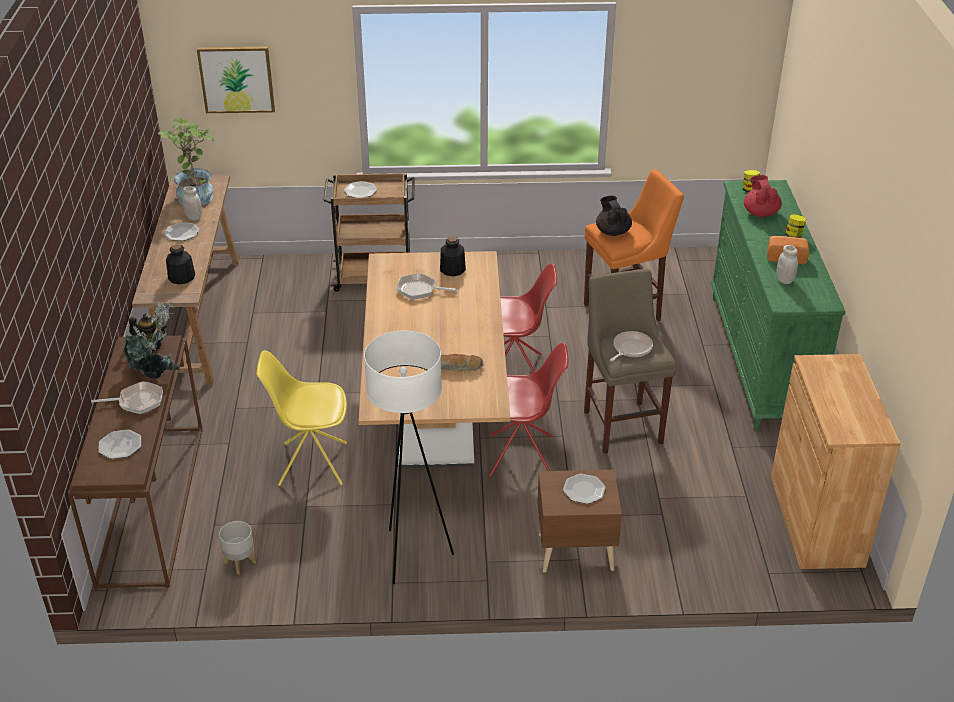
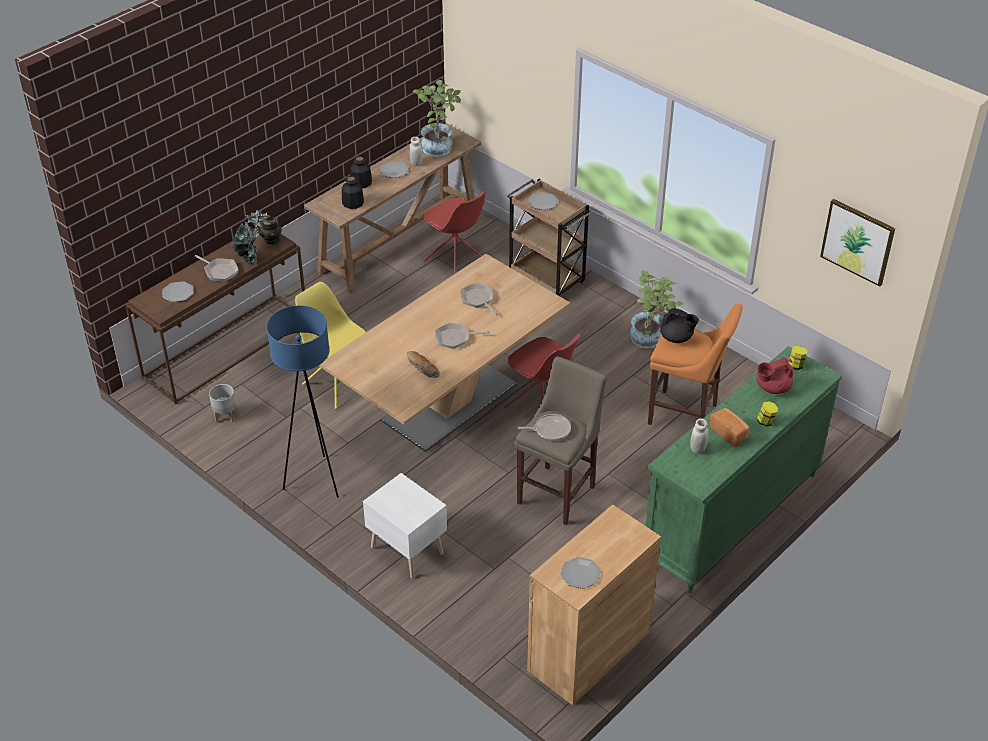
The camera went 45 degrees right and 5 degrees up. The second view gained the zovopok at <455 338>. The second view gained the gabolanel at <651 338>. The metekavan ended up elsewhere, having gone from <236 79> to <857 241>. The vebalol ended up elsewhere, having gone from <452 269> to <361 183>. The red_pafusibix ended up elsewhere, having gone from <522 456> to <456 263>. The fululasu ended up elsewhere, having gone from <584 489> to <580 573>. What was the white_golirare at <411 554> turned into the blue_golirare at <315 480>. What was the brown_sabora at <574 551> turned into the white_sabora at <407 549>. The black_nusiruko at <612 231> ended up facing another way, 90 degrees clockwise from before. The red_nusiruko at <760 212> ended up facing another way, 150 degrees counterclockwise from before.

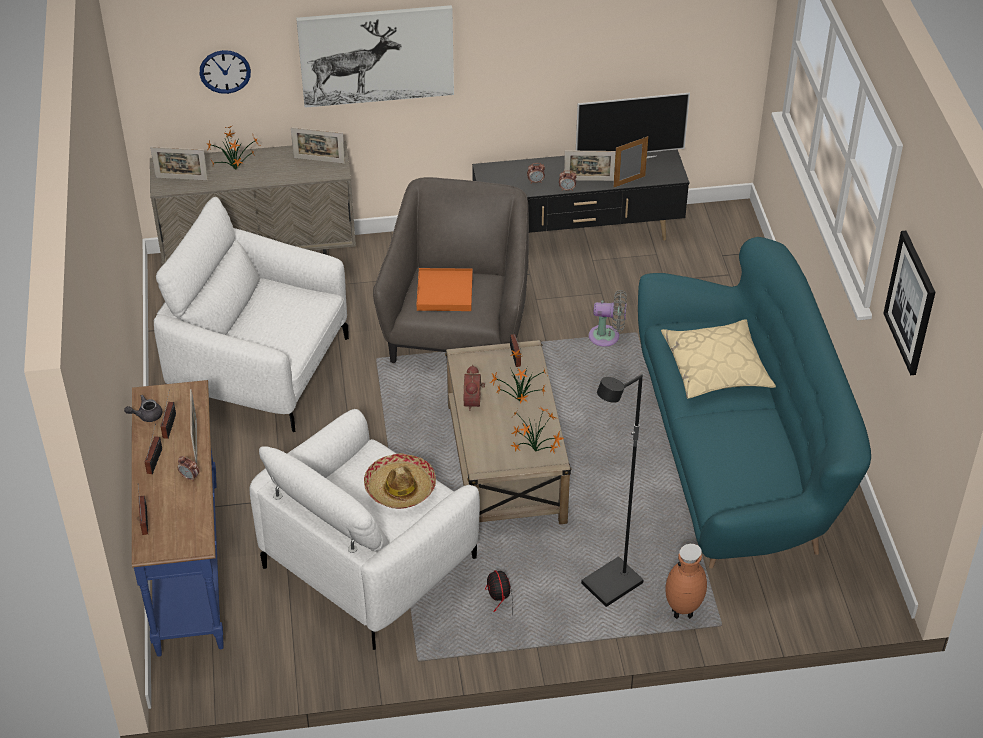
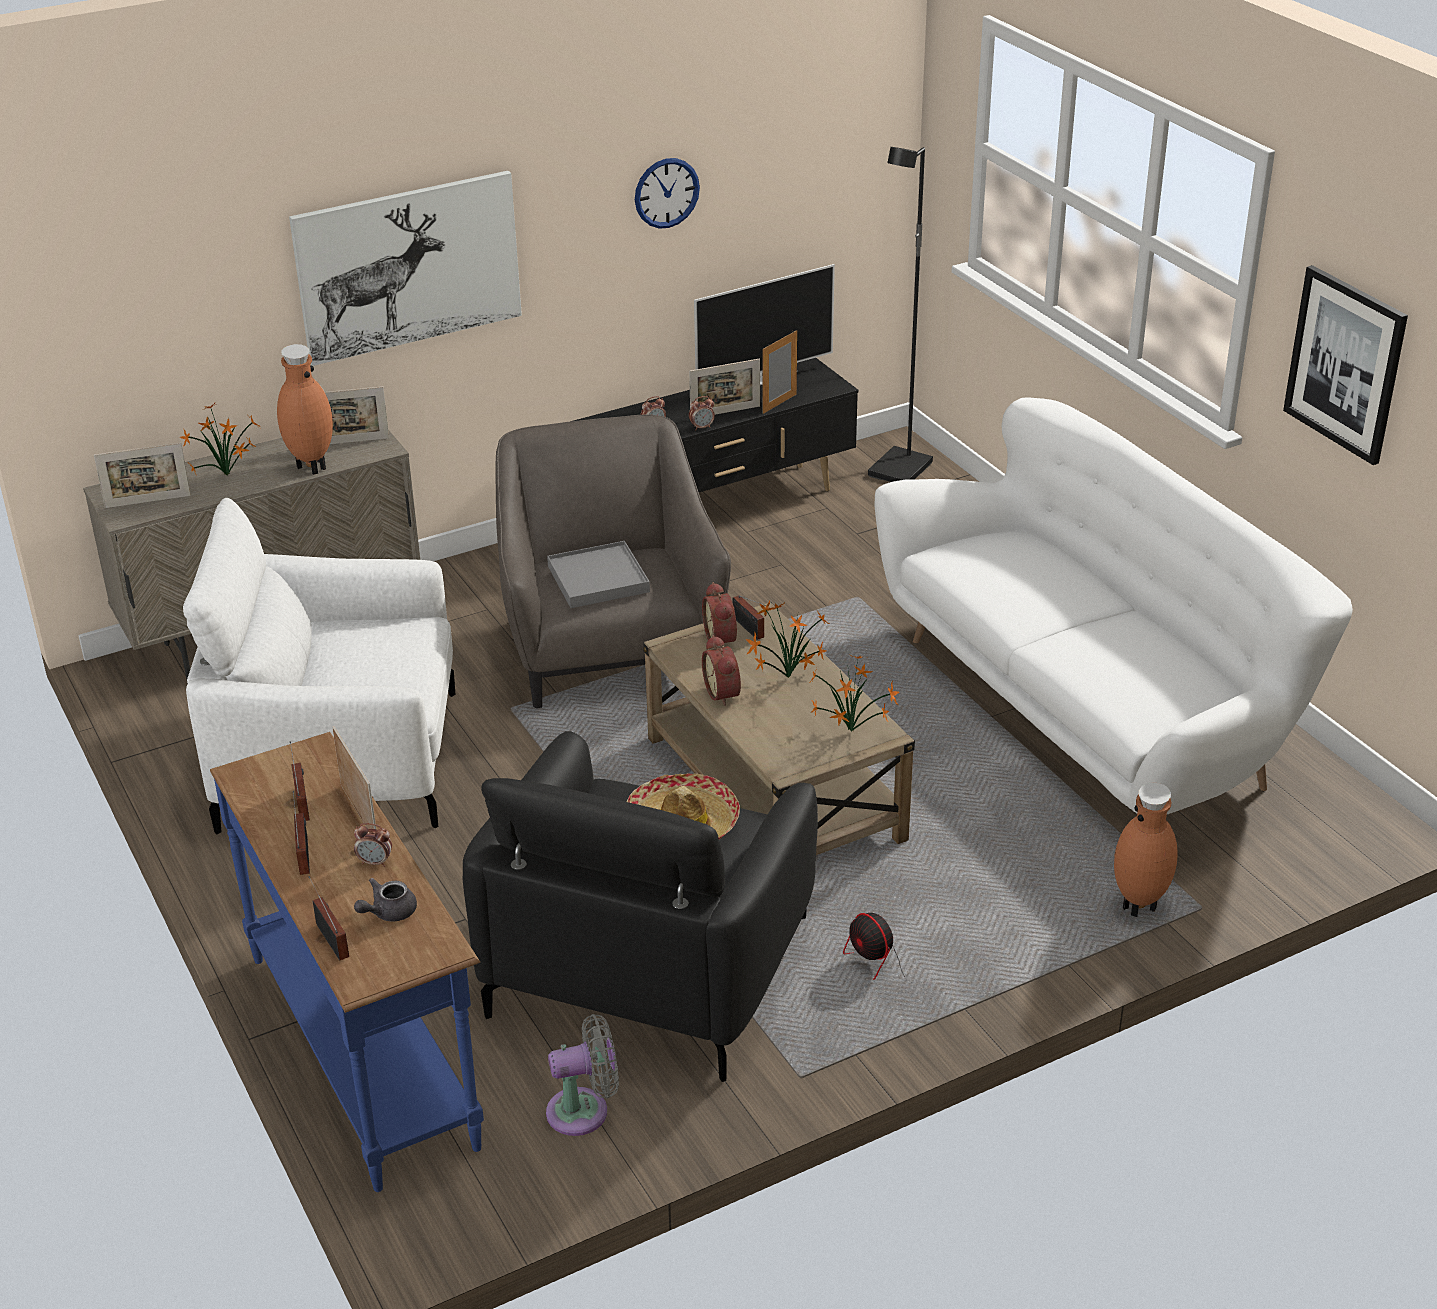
The camera went 20 degrees left and 10 degrees down. The second view lost the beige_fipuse at <716 368>. The second view gained the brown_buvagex at <310 467>. The second view gained the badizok at <722 638>. The grey_nusiruko ended up elsewhere, having gone from <146 415> to <388 912>. The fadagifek ended up elsewhere, having gone from <225 71> to <666 193>. The black_golirare ended up elsewhere, having gone from <612 585> to <901 470>. The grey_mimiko ended up elsewhere, having gone from <607 337> to <584 1111>. What was the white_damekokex at <370 562> turned into the black_damekokex at <649 965>. What was the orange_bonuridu at <445 292> turned into the grey_bonuridu at <598 579>. What was the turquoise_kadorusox at <739 461> turned into the white_kadorusox at <1090 709>.

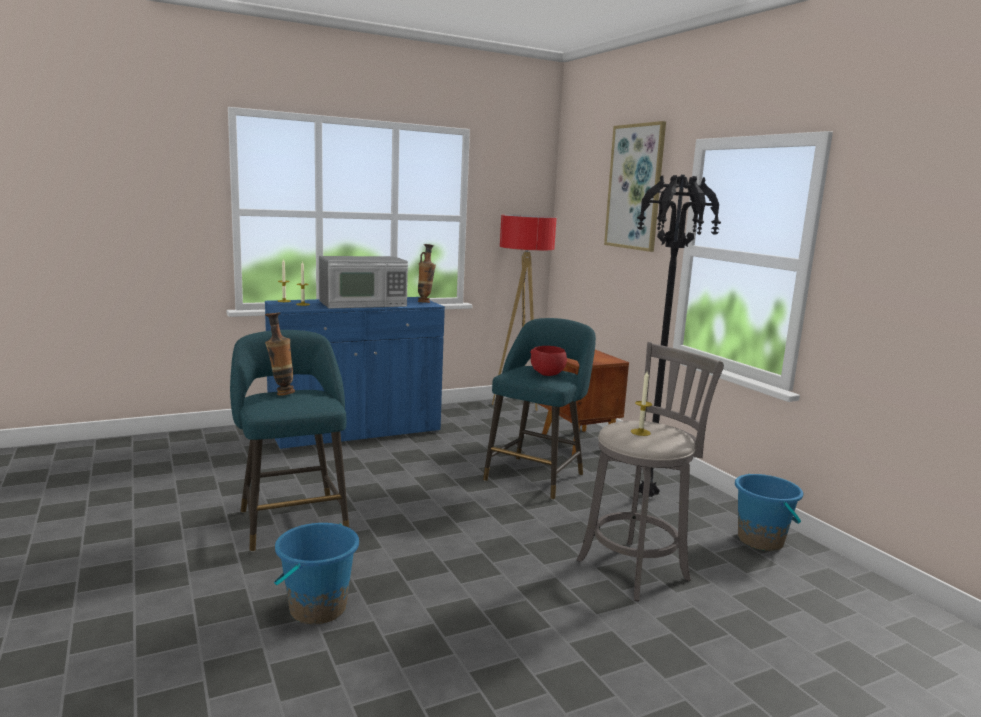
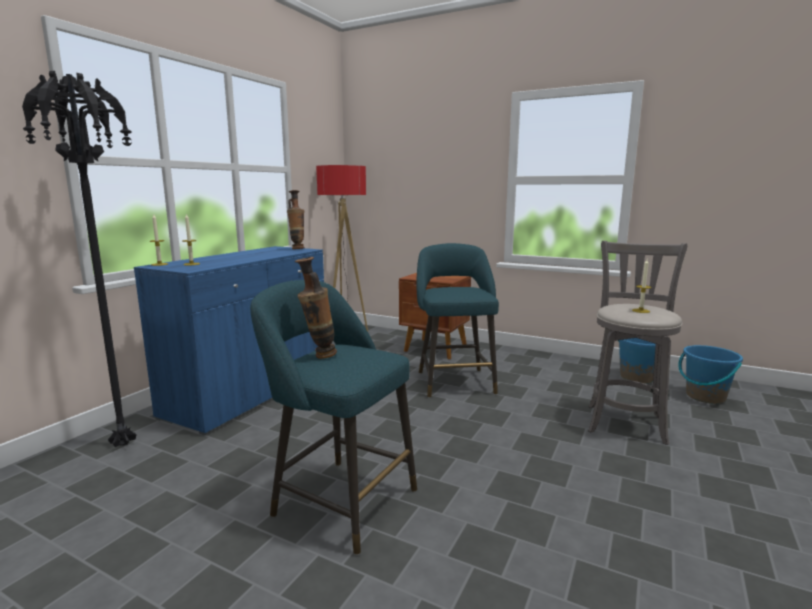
The camera went 35 degrees left and 0 degrees up. The second view lost the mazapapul at <363 304>. The second view lost the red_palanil at <548 374>. The second view lost the metekavan at <635 187>. The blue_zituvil ended up elsewhere, having gone from <317 608> to <705 397>. The black_golirare ended up elsewhere, having gone from <648 496> to <125 444>.

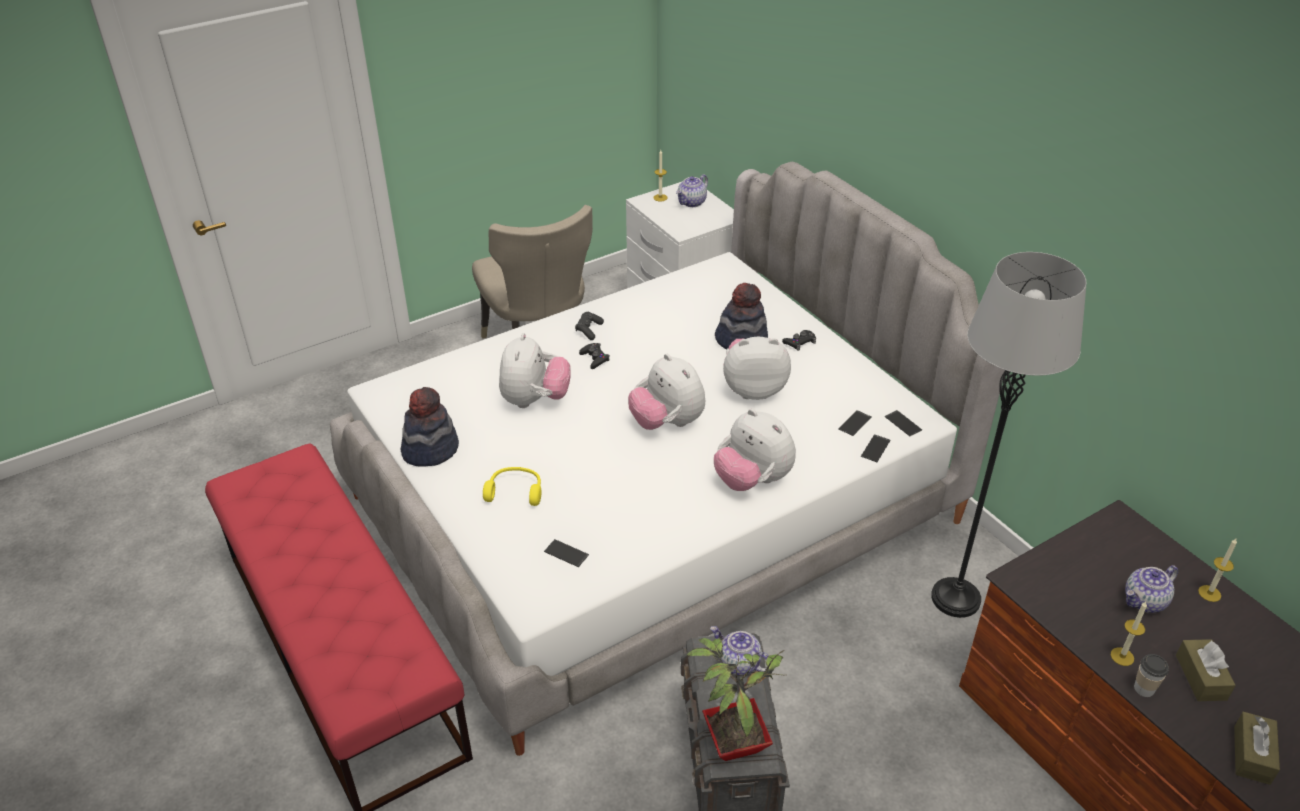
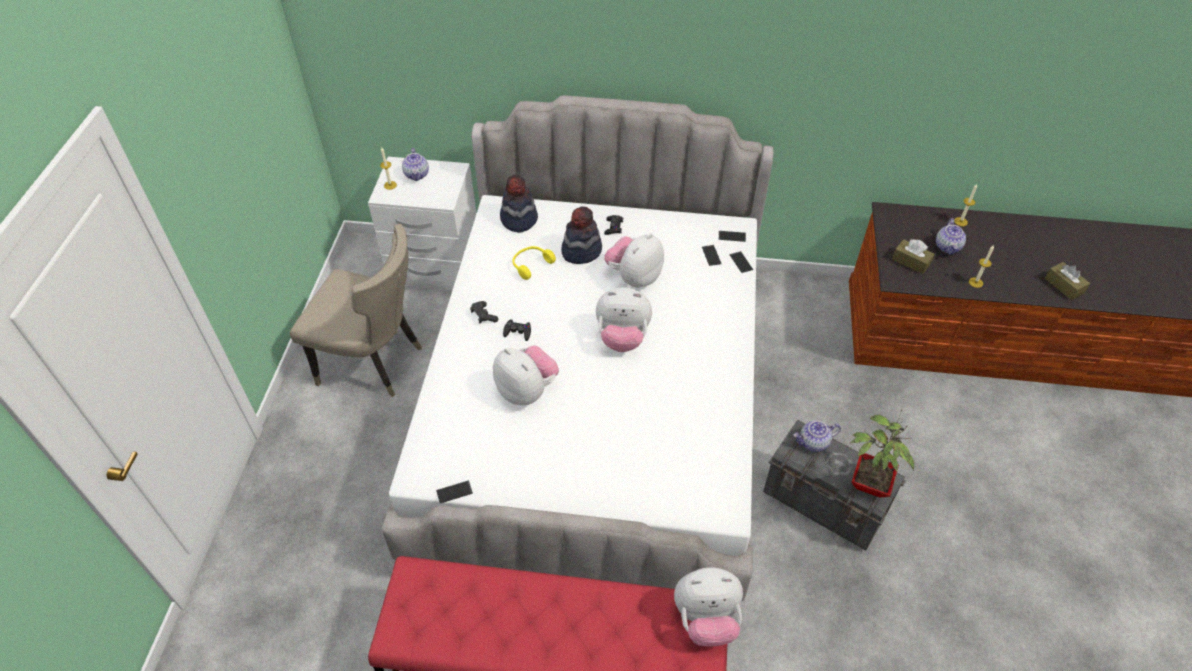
The camera went 50 degrees left and 10 degrees up. The second view lost the grey_golirare at <955 598>. The second view lost the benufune at <1144 688>. The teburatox ended up elsewhere, having gone from <430 449> to <518 219>. The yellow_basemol ended up elsewhere, having gone from <515 491> to <531 265>. The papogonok ended up elsewhere, having gone from <566 553> to <454 492>. The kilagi ended up elsewhere, having gone from <752 480> to <706 619>. The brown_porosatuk ended up elsewhere, having gone from <1201 677> to <911 261>.

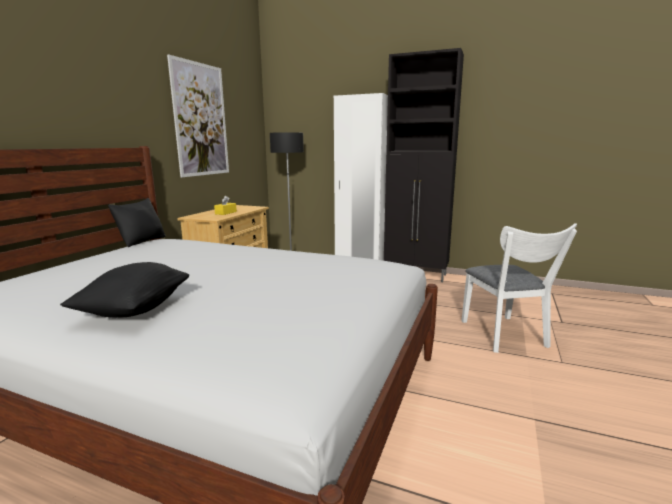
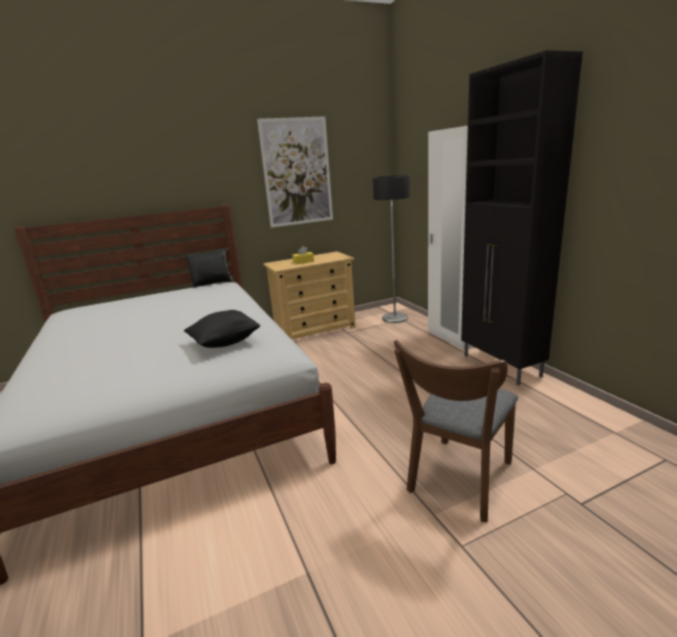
The camera went 45 degrees right and 5 degrees up. The black_fipuse ended up elsewhere, having gone from <134 310> to <225 342>. What was the white_pafusibix at <506 336> turned into the brown_pafusibix at <458 481>.

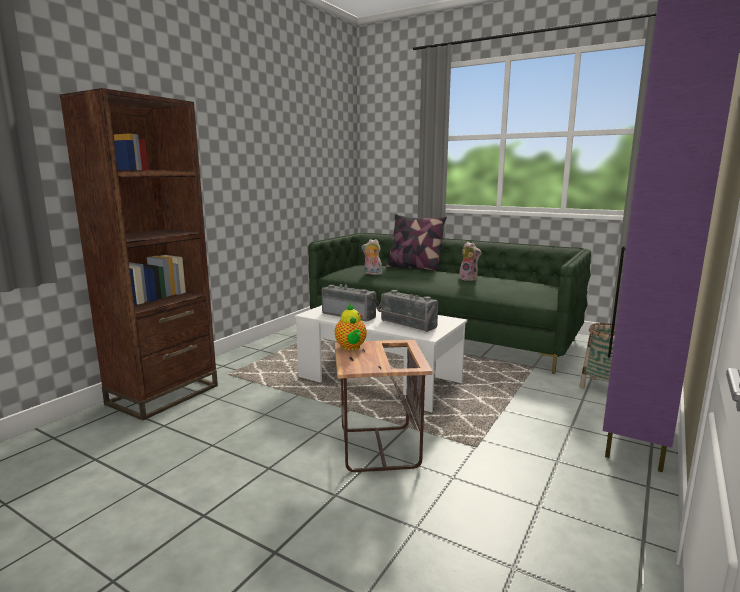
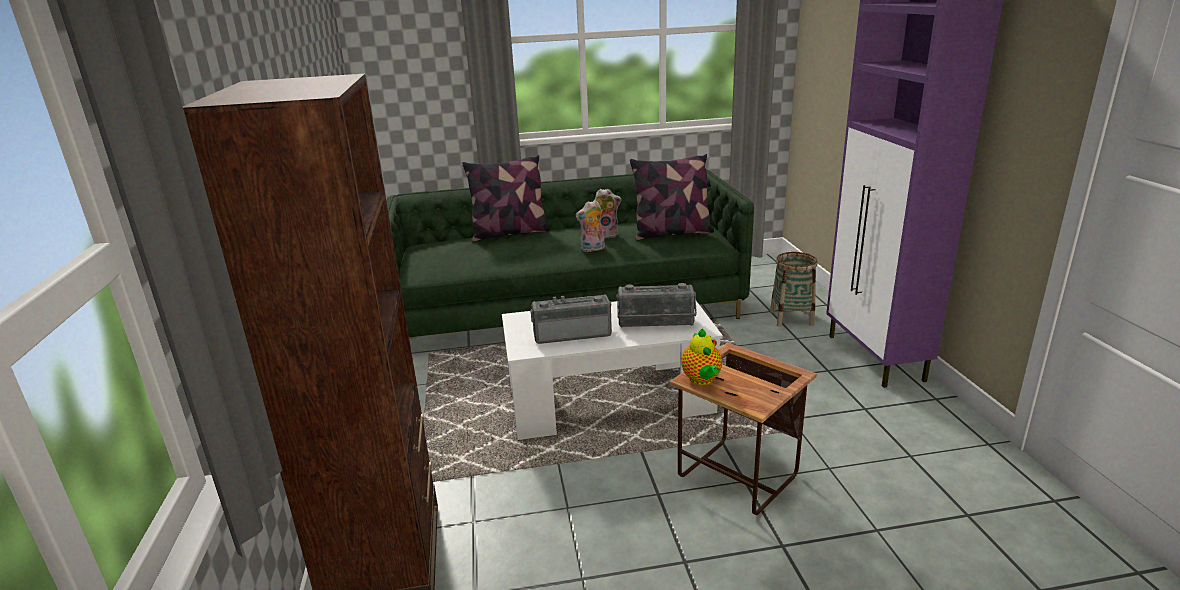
The camera went 40 degrees left and 10 degrees up. The second view gained the fipuse at <672 233>. The kilagi ended up elsewhere, having gone from <372 274> to <592 249>. The nusiruko at <351 347> ended up facing another way, 45 degrees clockwise from before.

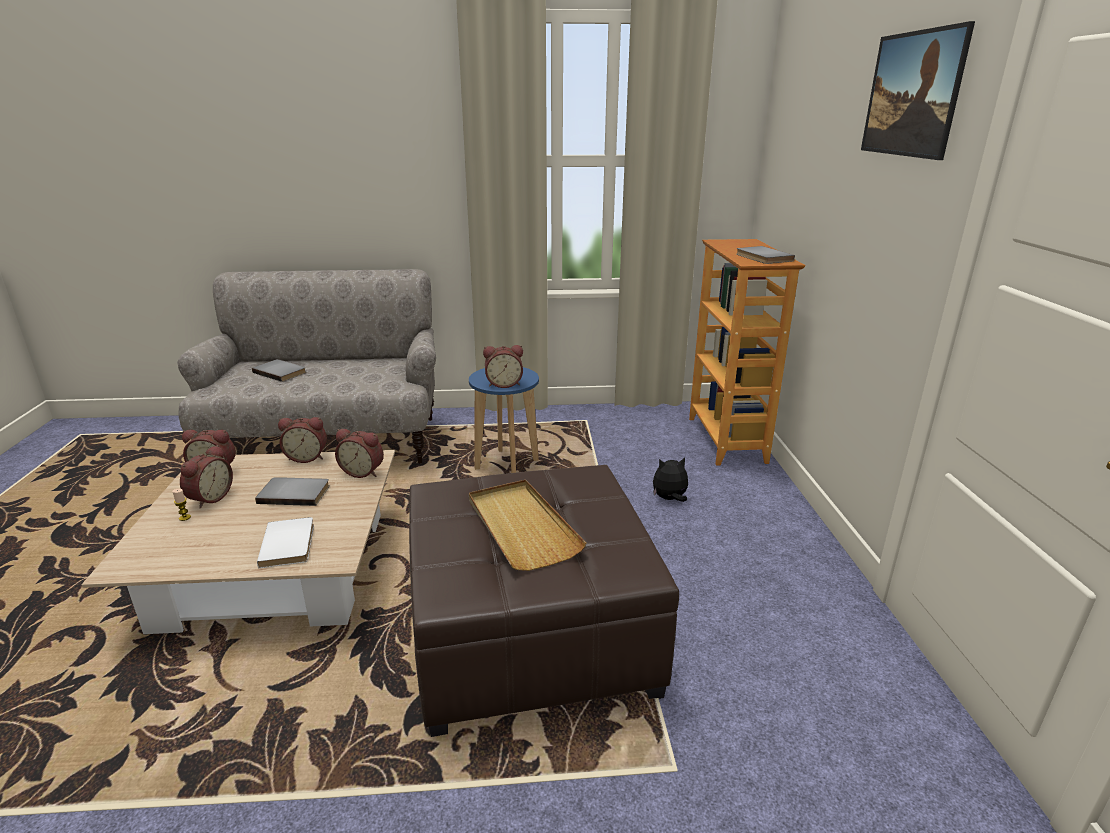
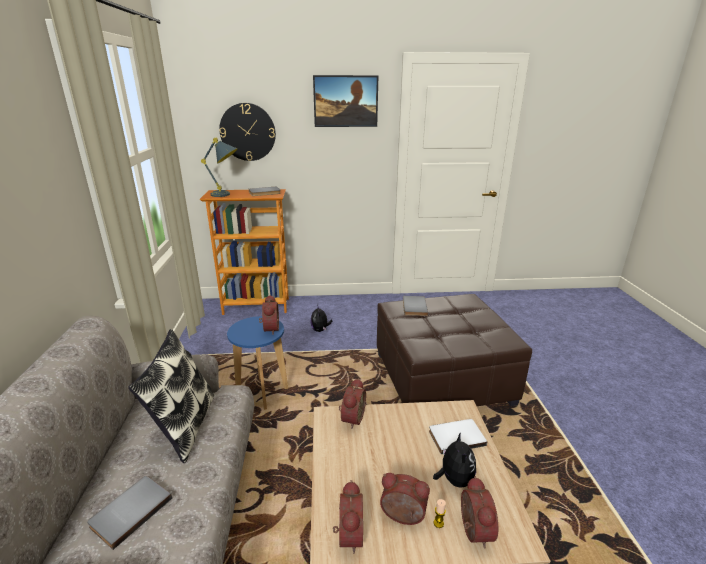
The camera went 90 degrees left and 0 degrees up. The second view lost the beige_bonuridu at <521 527>. The second view gained the fipuse at <185 426>. The second view gained the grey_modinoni at <227 195>. The second view gained the fadagifek at <248 132>. The second view gained the kilagi at <454 479>. The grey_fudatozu ended up elsewhere, having gone from <295 493> to <413 307>. The badizok ended up elsewhere, having gone from <307 457> to <472 530>.

